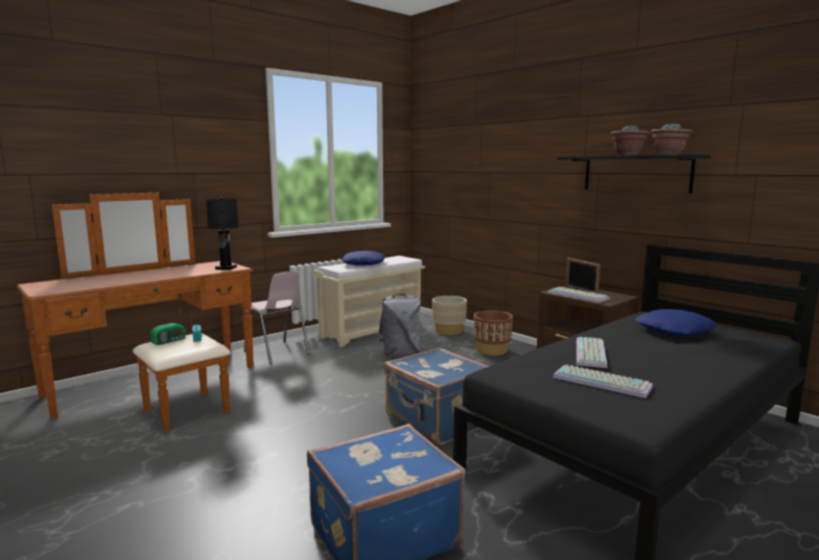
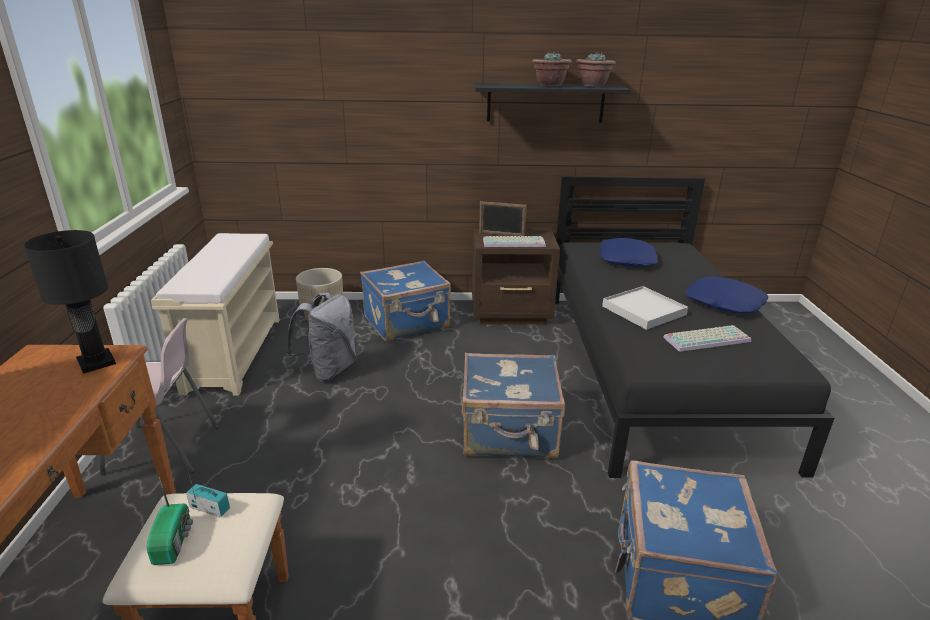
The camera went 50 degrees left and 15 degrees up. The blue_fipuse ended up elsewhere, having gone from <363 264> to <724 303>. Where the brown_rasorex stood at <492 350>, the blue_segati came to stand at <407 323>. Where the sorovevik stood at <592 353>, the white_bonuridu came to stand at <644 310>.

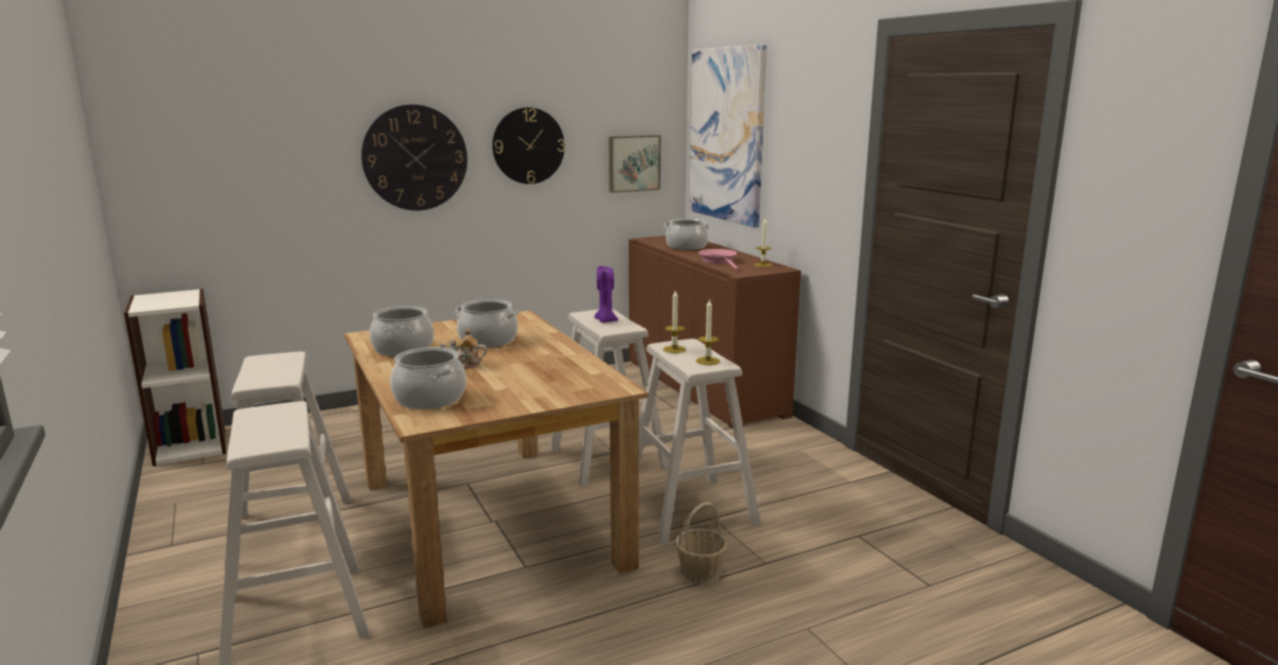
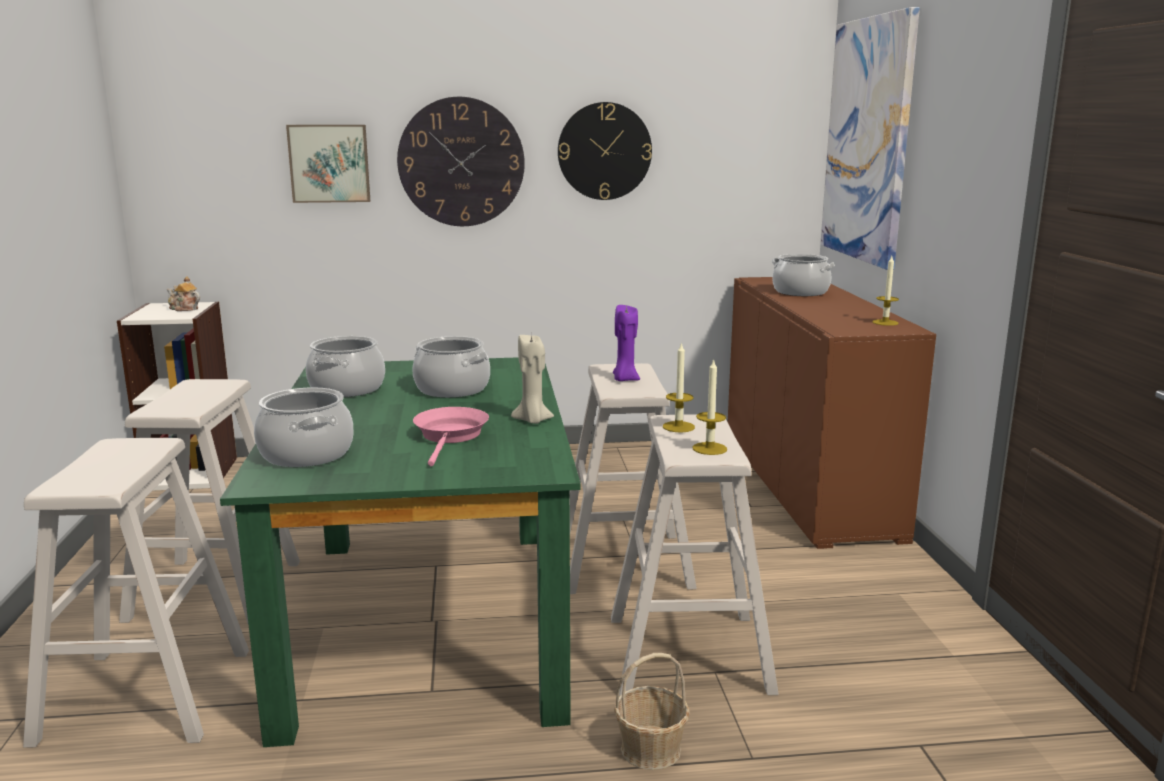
The camera went 20 degrees right and 0 degrees up. The second view gained the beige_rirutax at <532 421>. The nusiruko ended up elsewhere, having gone from <463 365> to <184 309>. The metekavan ended up elsewhere, having gone from <633 163> to <329 163>. The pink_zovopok ended up elsewhere, having gone from <719 261> to <451 436>. What was the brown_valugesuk at <491 521> turned into the green_valugesuk at <431 621>.

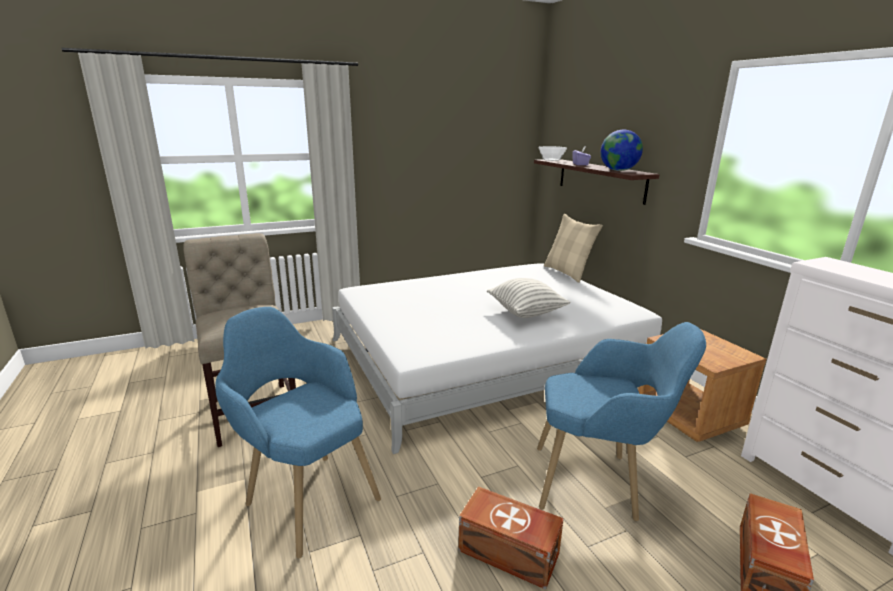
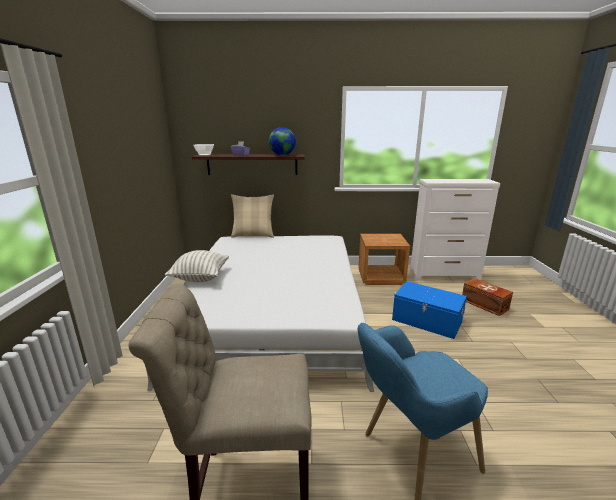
The camera went 65 degrees left and 0 degrees up. The second view lost the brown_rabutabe at <509 553>. The fipuse ended up elsewhere, having gone from <526 312> to <200 278>. Where the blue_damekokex stood at <600 483>, the blue_rabutabe came to stand at <427 321>.

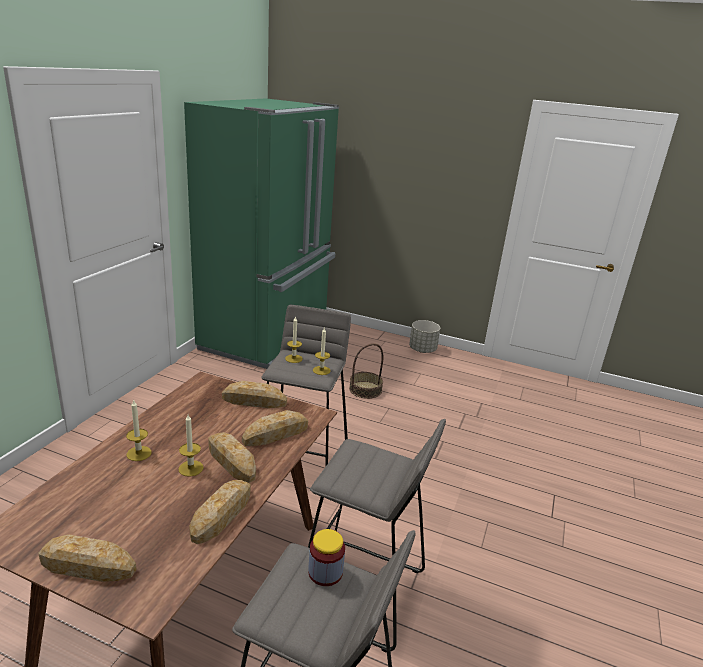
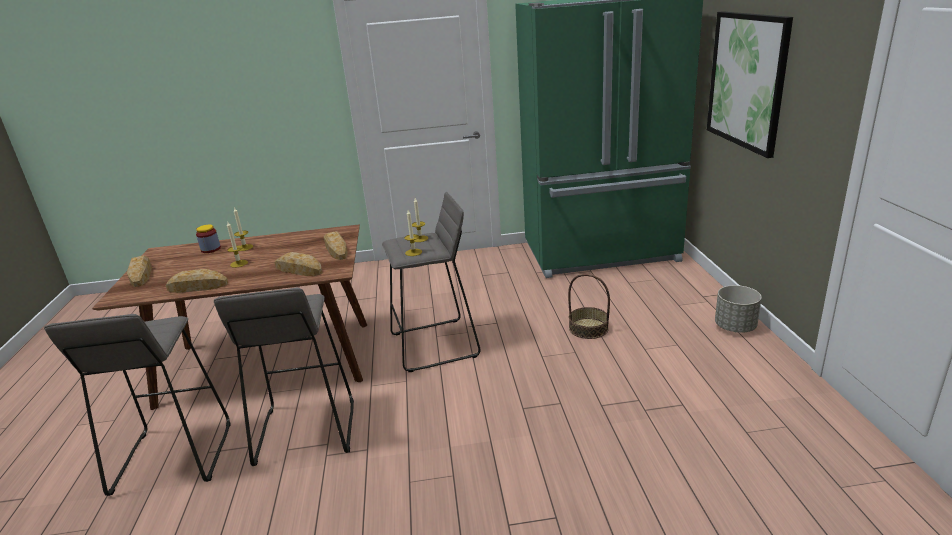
The camera went 65 degrees right and 0 degrees up. The second view lost the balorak at <231 460>. The second view gained the metekavan at <746 81>. The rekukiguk ended up elsewhere, having gone from <325 572> to <211 249>.

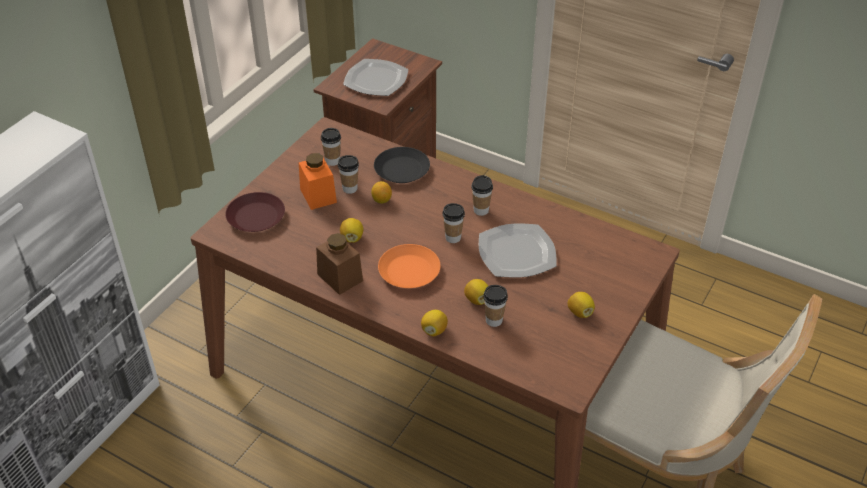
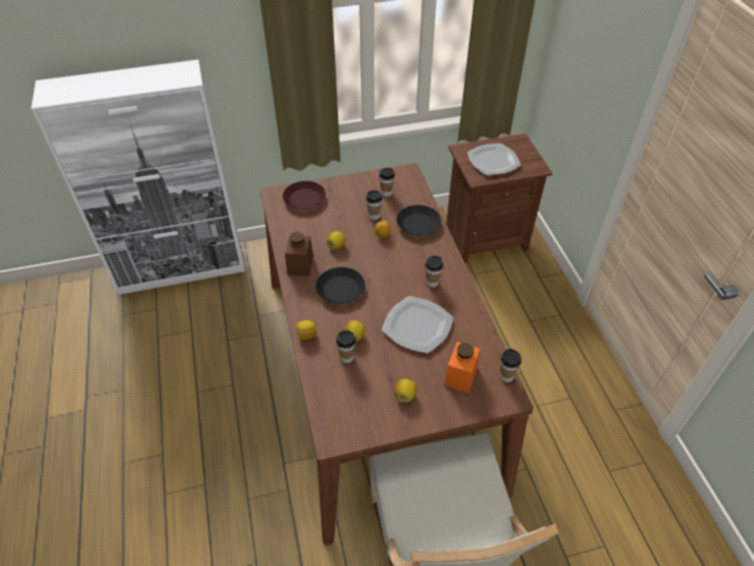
The camera went 45 degrees right and 5 degrees up. The orange_rekukiguk ended up elsewhere, having gone from <318 195> to <460 376>. The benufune ended up elsewhere, having gone from <453 238> to <506 376>. What was the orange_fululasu at <409 271> turned into the black_fululasu at <341 289>.

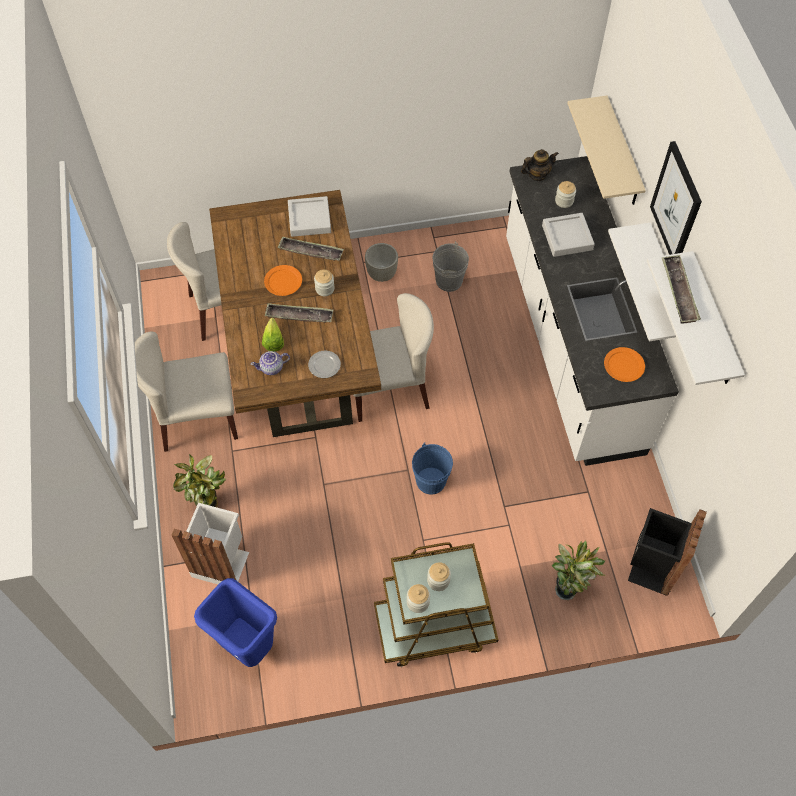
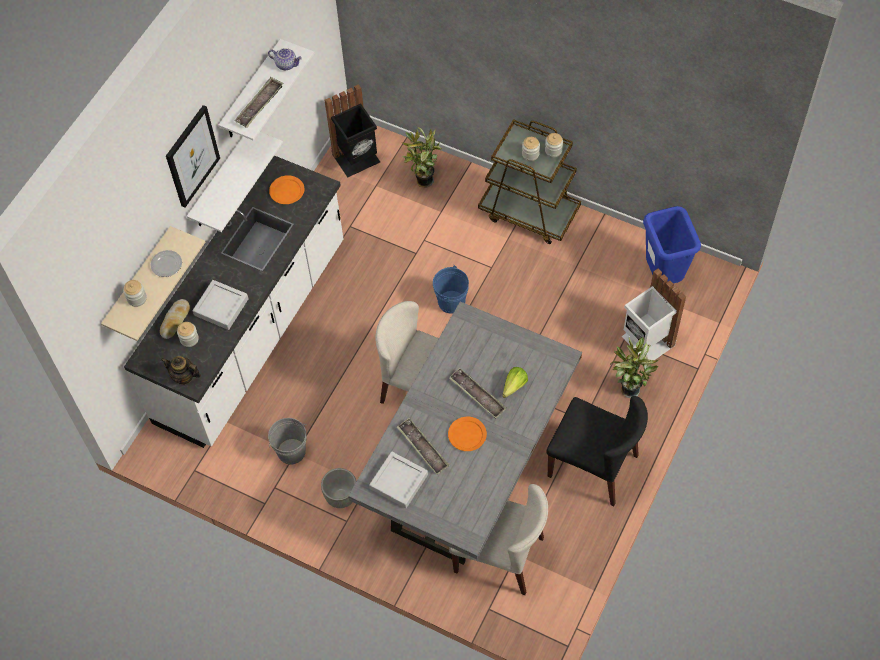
The camera went 140 degrees left and 0 degrees up. The second view gained the balorak at <175 320>. The nusiruko ended up elsewhere, having gone from <271 368> to <286 64>. The fululasu ended up elsewhere, having gone from <324 365> to <167 264>. The rekukiguk ended up elsewhere, having gone from <325 289> to <137 298>. What was the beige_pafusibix at <197 419> turned into the black_pafusibix at <593 466>. What was the brown_valugesuk at <300 353> turned into the grey_valugesuk at <469 468>.

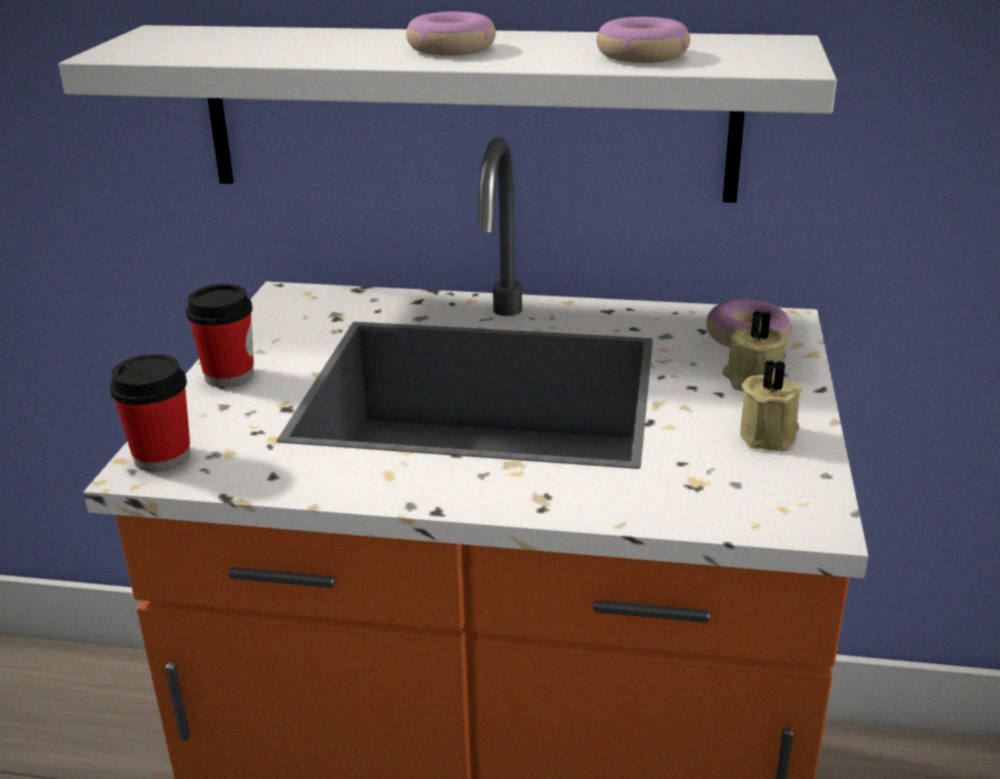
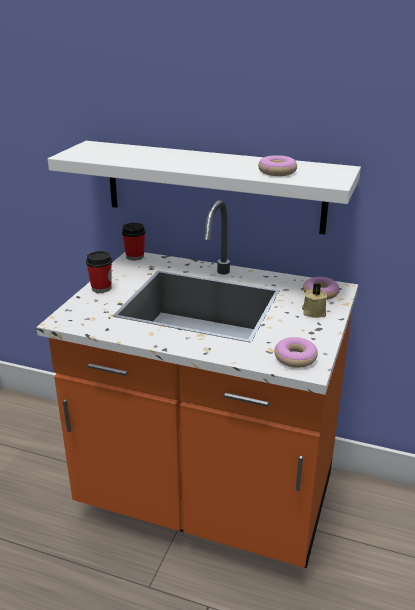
The camera went 10 degrees right and 0 degrees up. The second view lost the beige_rirutax at <770 435>. The benufune ended up elsewhere, having gone from <162 457> to <135 256>. The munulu ended up elsewhere, having gone from <451 48> to <295 358>.

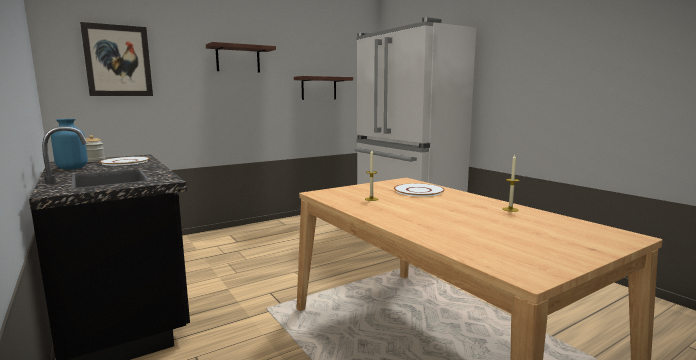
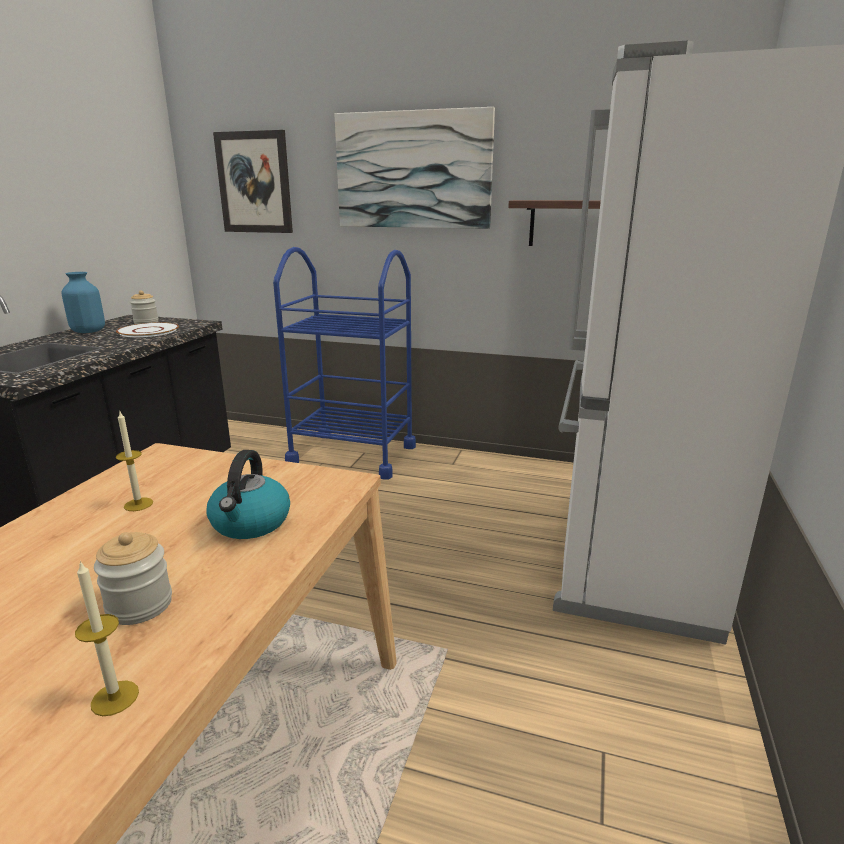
The camera went 50 degrees right and 10 degrees up. The second view gained the rekukiguk at <140 605>. The second view gained the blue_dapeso at <353 455>. Where the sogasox hung at <238 59>, the metekavan came to hang at <413 171>. Where the white_fululasu stood at <418 191>, the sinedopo came to stand at <250 523>.

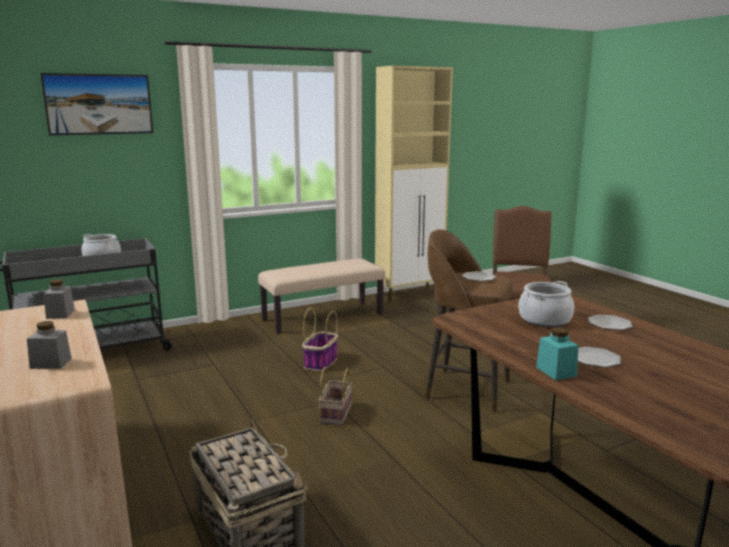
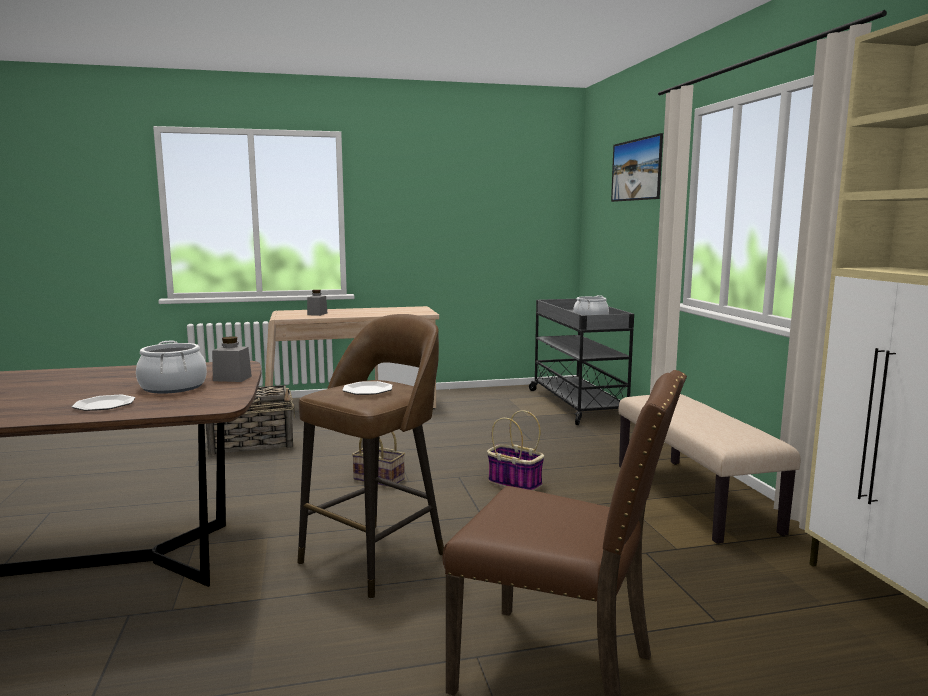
The camera went 105 degrees right and 5 degrees down. The second view lost the turquoise_rekukiguk at <556 371>. The second view lost the fululasu at <594 359>. The grey_rekukiguk ended up elsewhere, having gone from <60 314> to <232 378>.

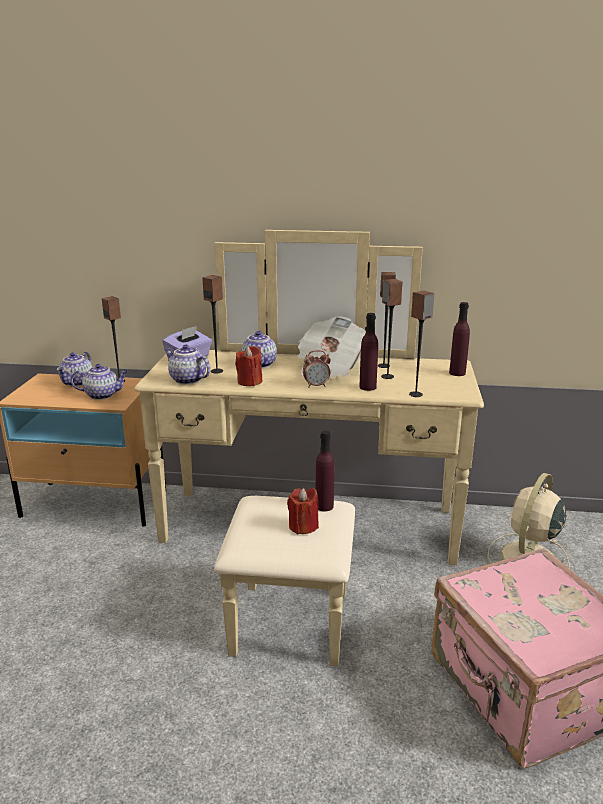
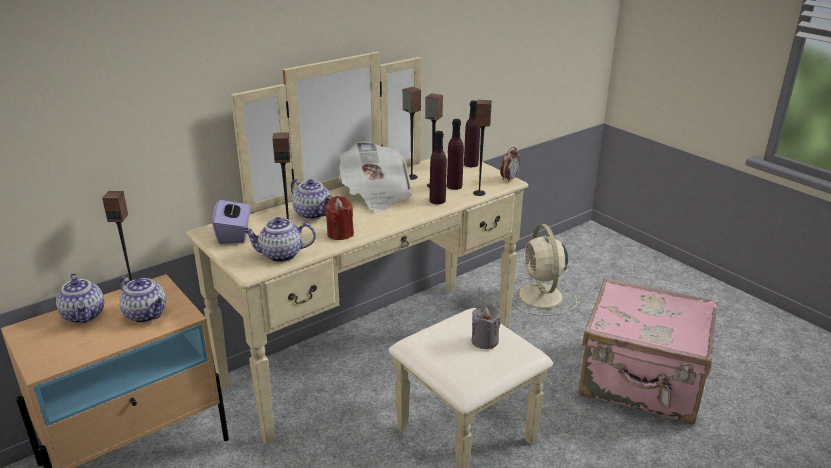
The camera went 45 degrees left and 5 degrees up. The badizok ended up elsewhere, having gone from <316 386> to <509 179>. The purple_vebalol ended up elsewhere, having gone from <324 506> to <454 186>. What was the red_rirutax at <303 526> turned into the grey_rirutax at <485 341>. The nusiruko at <102 395> ended up facing another way, 90 degrees clockwise from before.

